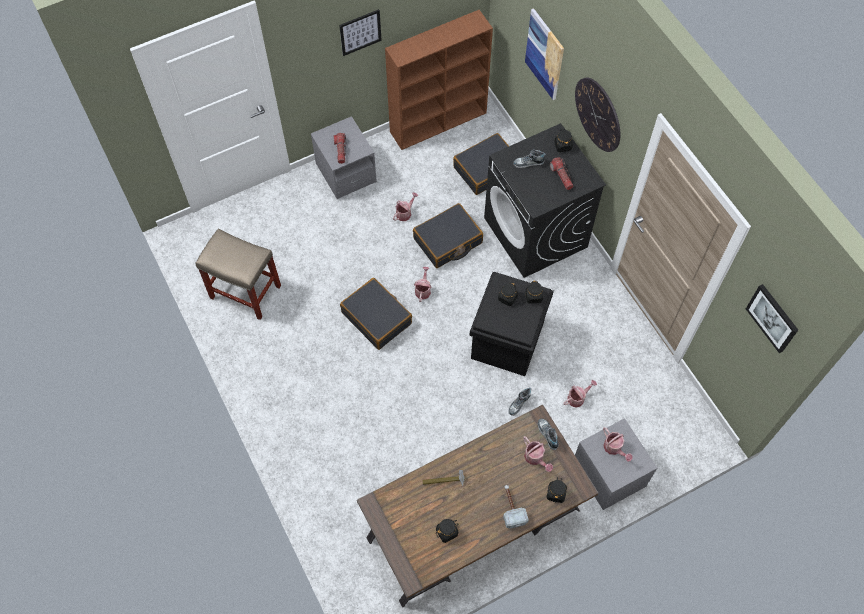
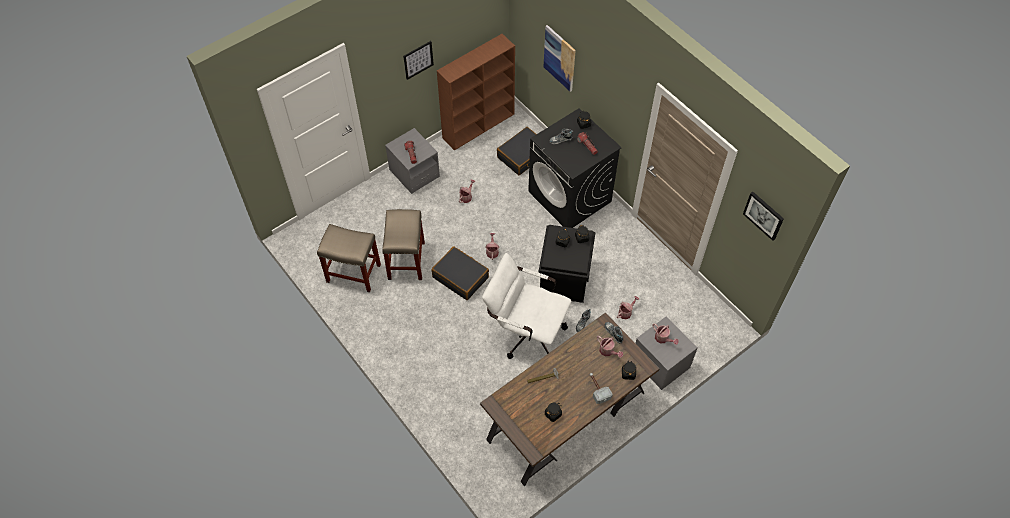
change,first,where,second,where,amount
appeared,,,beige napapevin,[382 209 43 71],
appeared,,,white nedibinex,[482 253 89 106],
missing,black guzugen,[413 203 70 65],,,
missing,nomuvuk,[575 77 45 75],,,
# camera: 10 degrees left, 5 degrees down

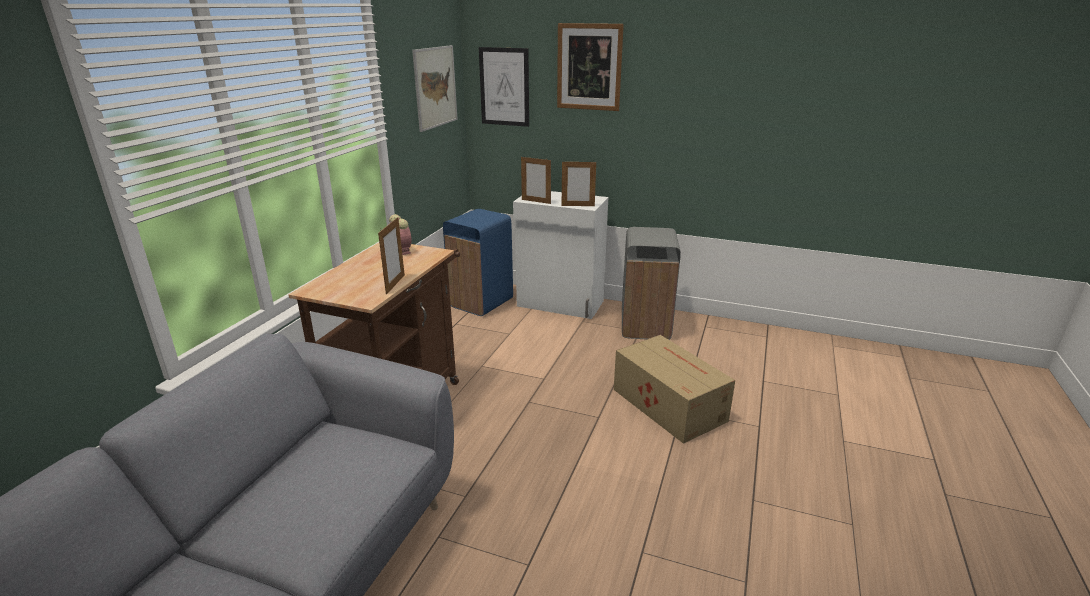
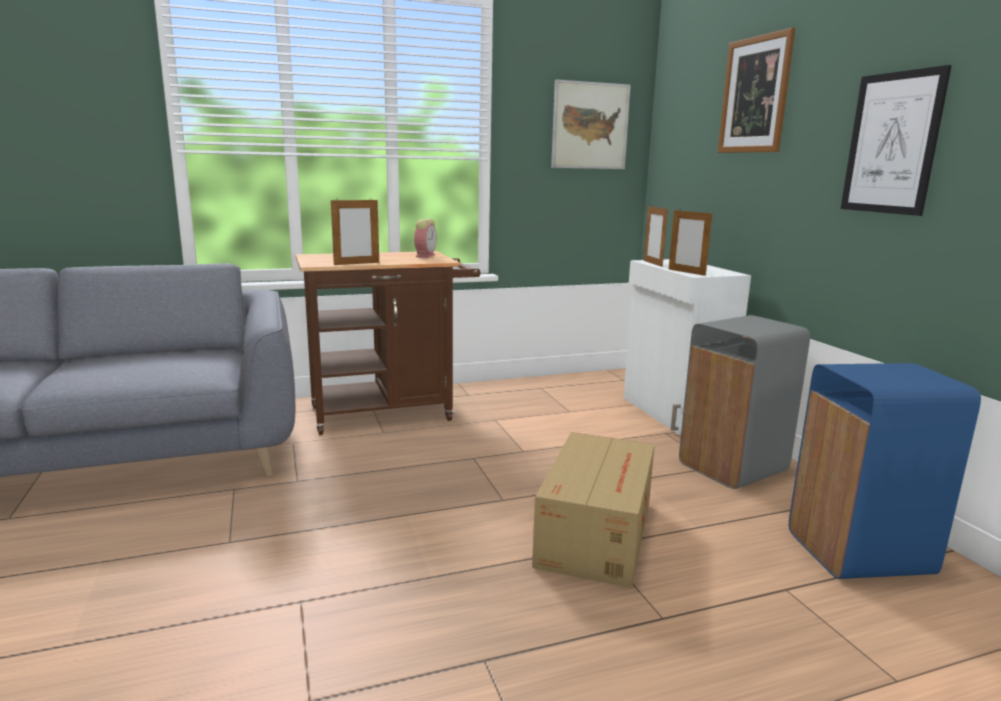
change,first,where,second,where,amount
relocated,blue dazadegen,[443 209 70 107],,[789 363 192 216],
relocated,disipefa,[479 47 50 80],,[841 65 111 151],
# camera: 50 degrees right, 10 degrees down

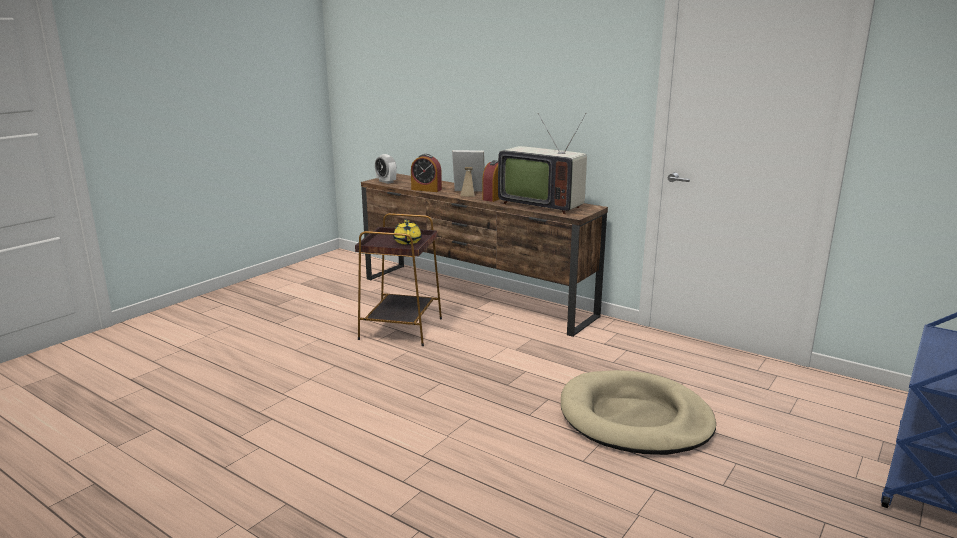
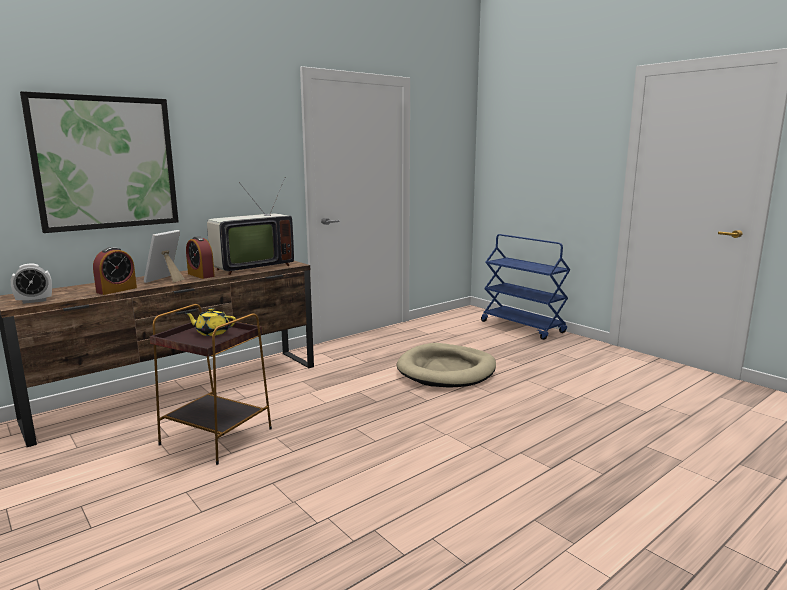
change,first,where,second,where,amount
appeared,,,disipefa,[20 91 159 142],
# camera: 75 degrees left, 5 degrees down

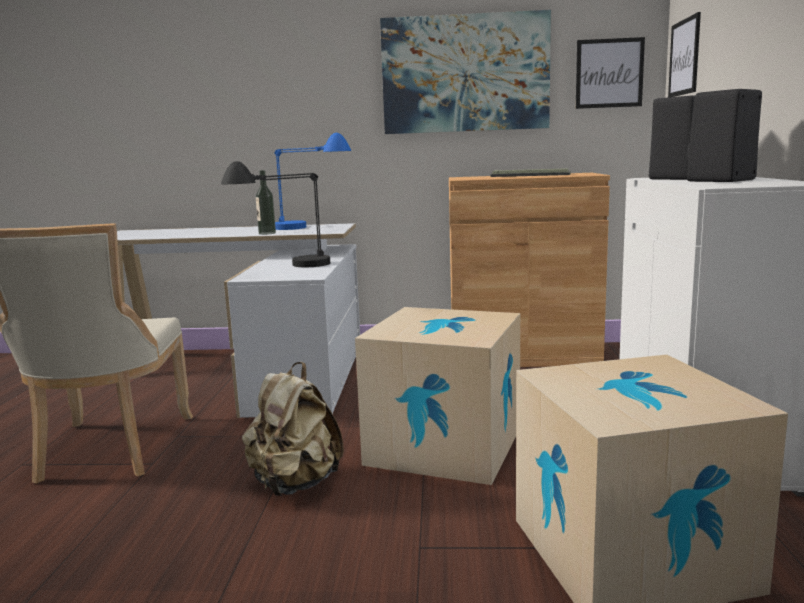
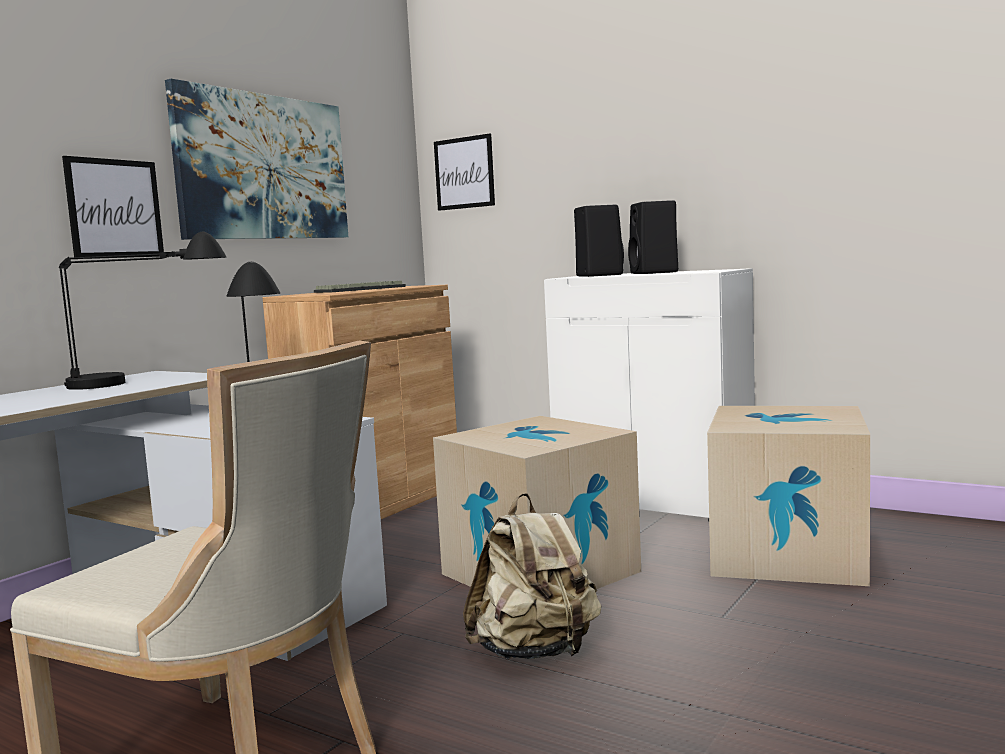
change,first,where,second,where,amount
colour,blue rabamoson,[274 133 77 97],black rabamoson,[59 232 167 158],
relocated,disipefa,[576 37 69 72],,[62 156 102 103],
missing,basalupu,[256 170 20 65],,,
# camera: 60 degrees left, 5 degrees down

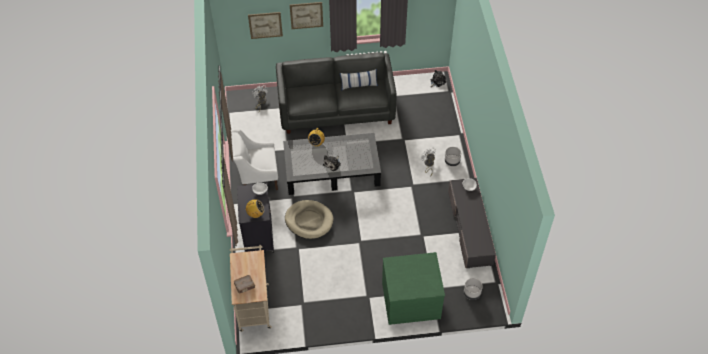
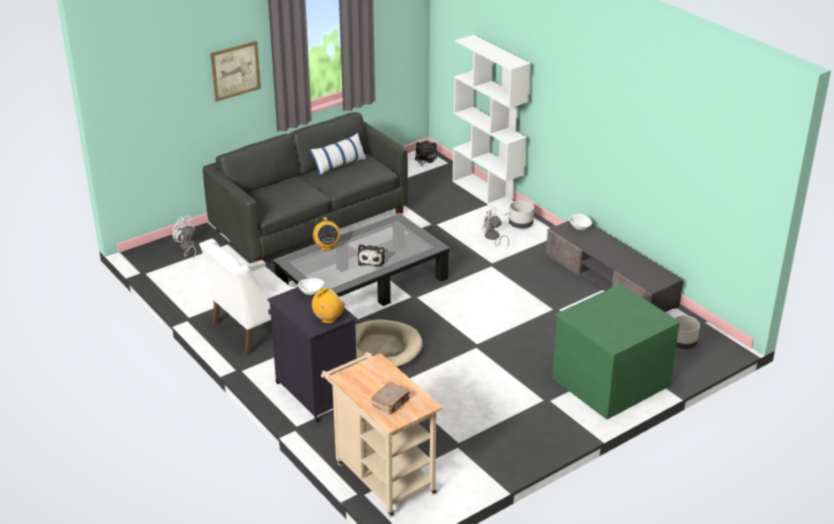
change,first,where,second,where,amount
appeared,,,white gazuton,[453 35 78 180],
missing,disipefa,[248 12 35 27],,,
# camera: 30 degrees left, 20 degrees down

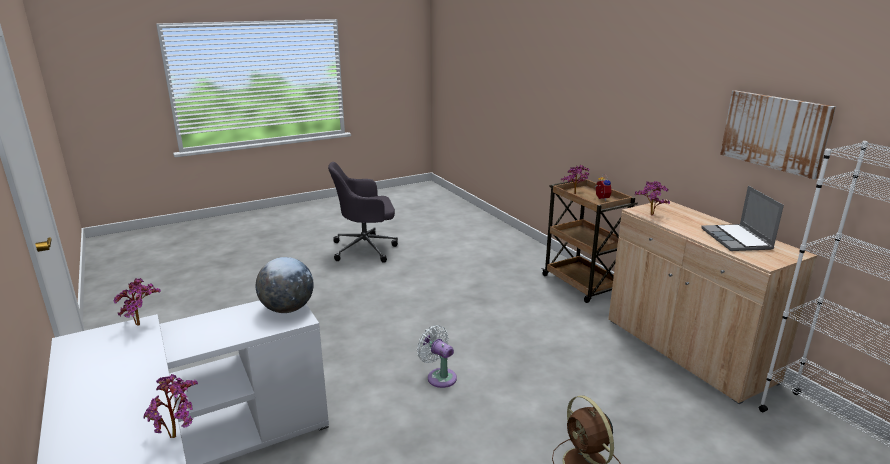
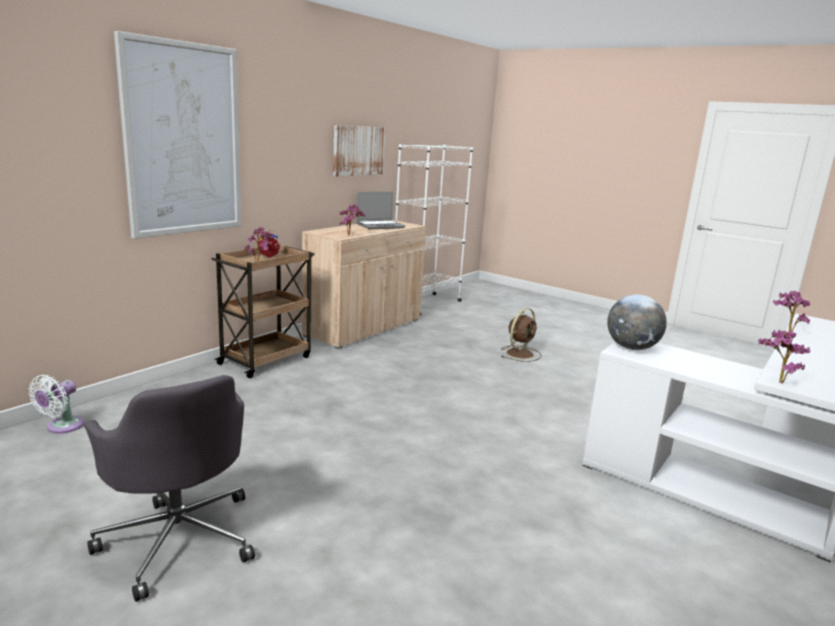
change,first,where,second,where,amount
relocated,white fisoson,[417 325 40 63],,[29 375 55 59],
appeared,,,disipefa,[114 31 127 208],
# camera: 115 degrees left, 5 degrees down

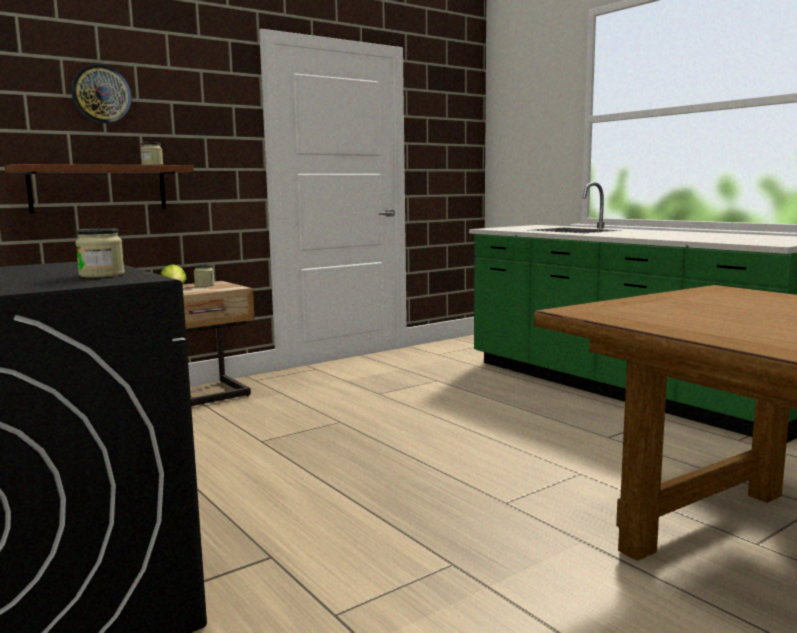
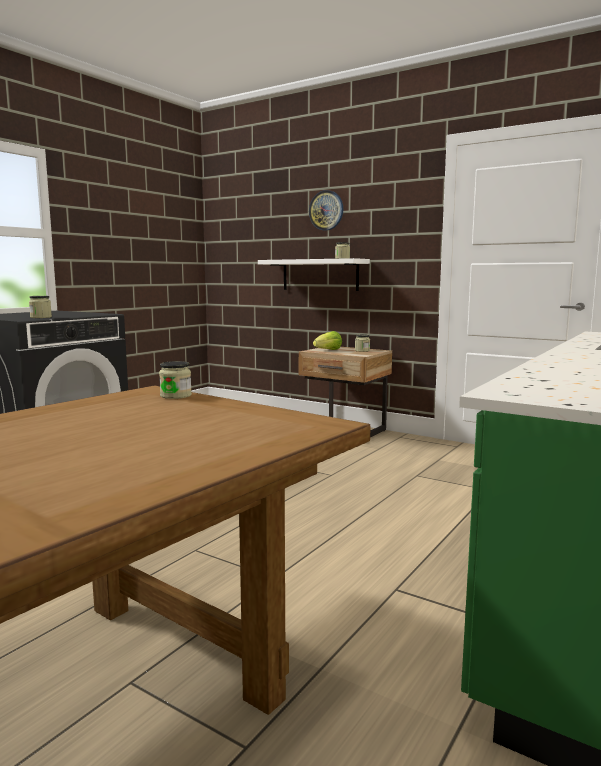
change,first,where,second,where,amount
appeared,,,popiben,[159 361 33 38],
colour,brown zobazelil,[4 164 190 49],white zobazelil,[258 258 112 33],
# camera: 70 degrees right, 0 degrees up

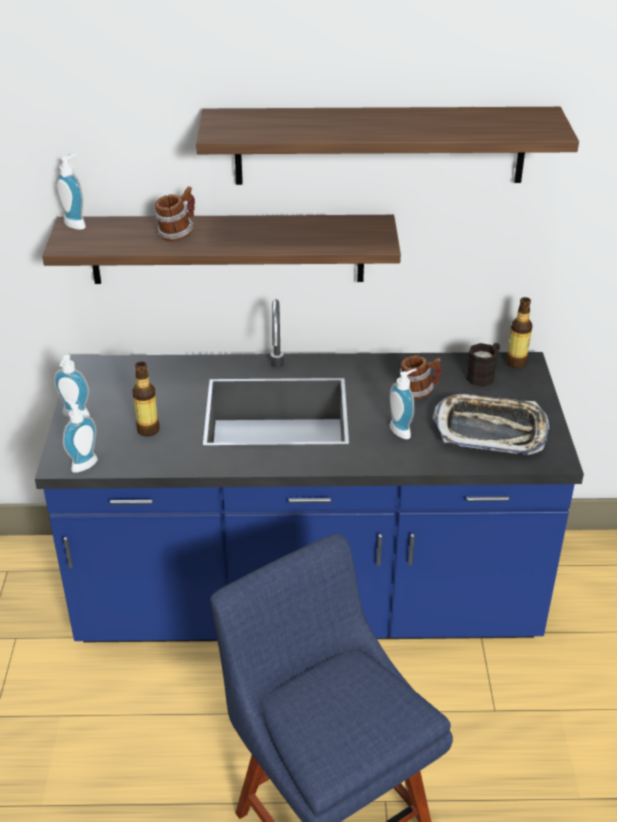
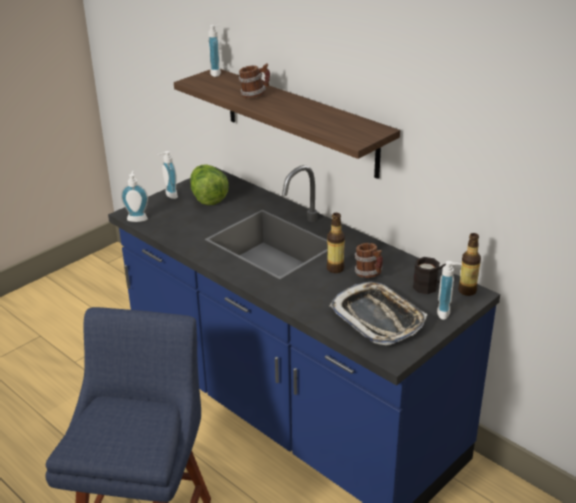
change,first,where,second,where,amount
appeared,,,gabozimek,[190 164 39 41],
relocated,basalupu,[132 361 28 76],,[327 213 18 60],
relocated,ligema,[390 369 27 70],,[437 261 25 59],
missing,zobazelil,[196 107 383 78],,,
# camera: 45 degrees right, 5 degrees down

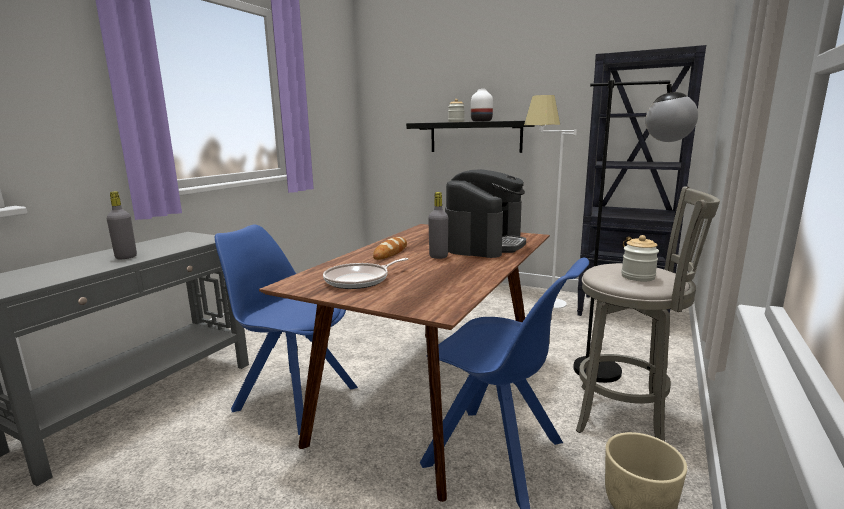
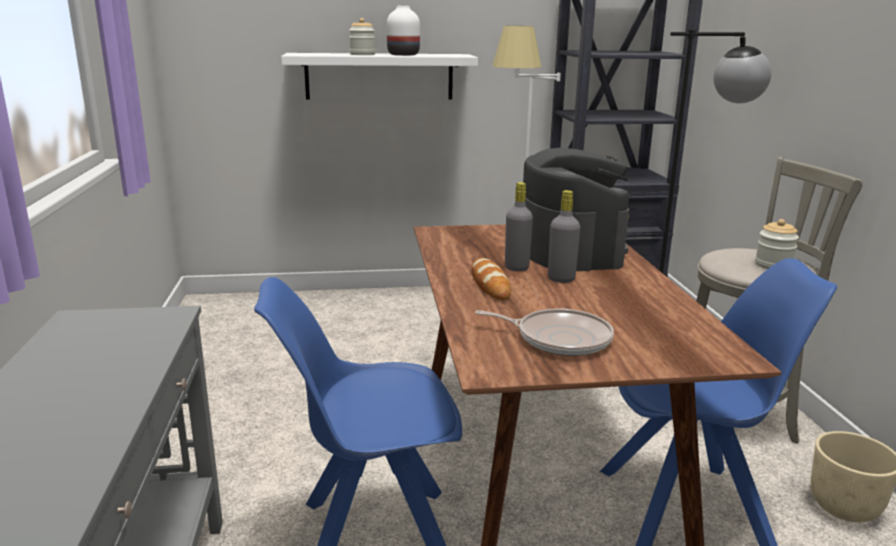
change,first,where,second,where,amount
colour,black zobazelil,[406 121 129 32],white zobazelil,[281 53 197 47],
spun,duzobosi,[323 258 85 31],,[475 308 139 48],90 degrees counterclockwise
relocated,grey basalupu,[107 191 30 68],,[505 182 28 90],
# camera: 35 degrees left, 5 degrees up

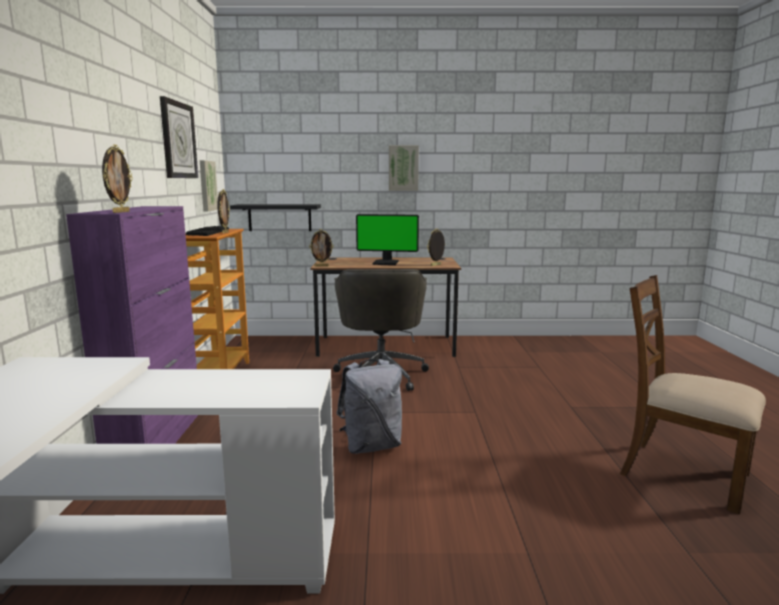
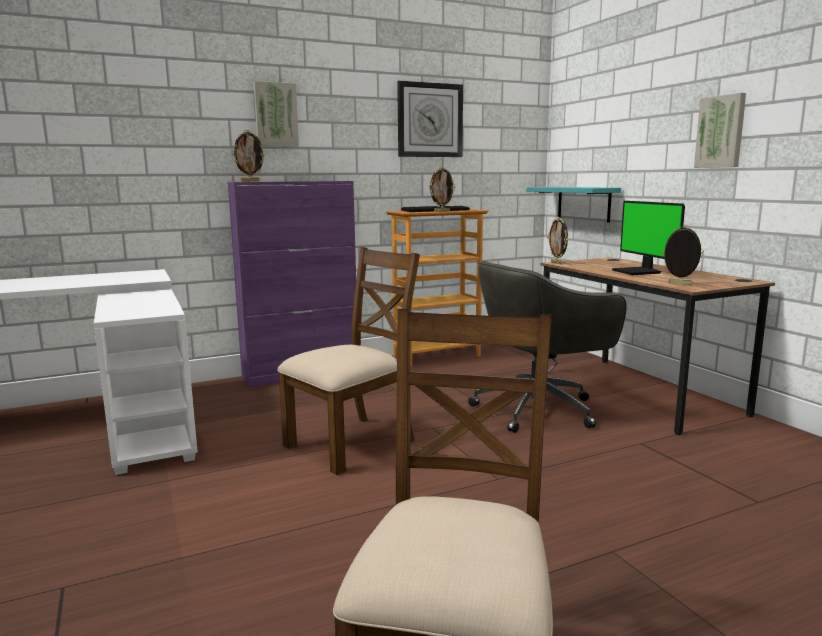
change,first,where,second,where,amount
relocated,disipefa,[200 160 18 51],,[253 81 46 66],
exchanged,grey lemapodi,[336 359 66 95],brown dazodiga,[277 247 143 228],
colour,black zobazelil,[230 204 91 27],turquoise zobazelil,[527 187 94 36],
# camera: 65 degrees right, 0 degrees up

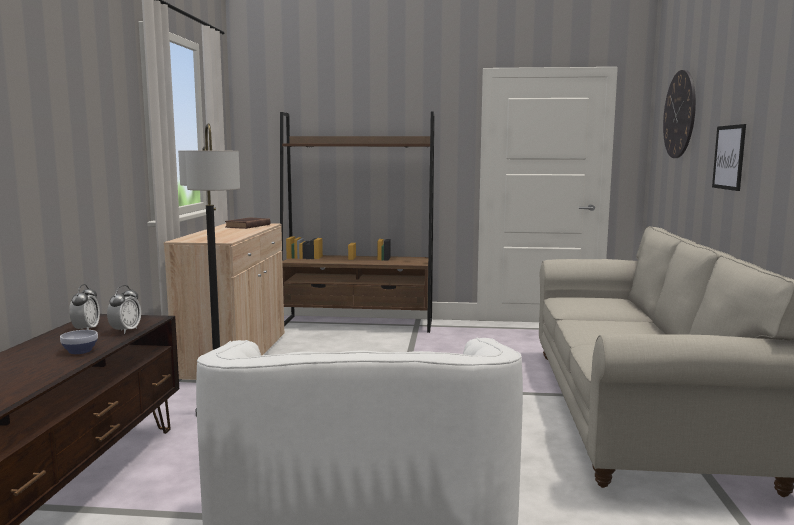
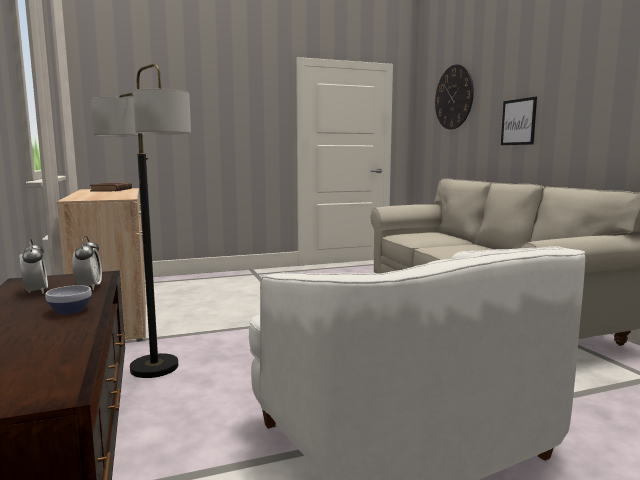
change,first,where,second,where,amount
missing,brown gazuton,[280 111 155 222],,,
# camera: 25 degrees left, 0 degrees up

